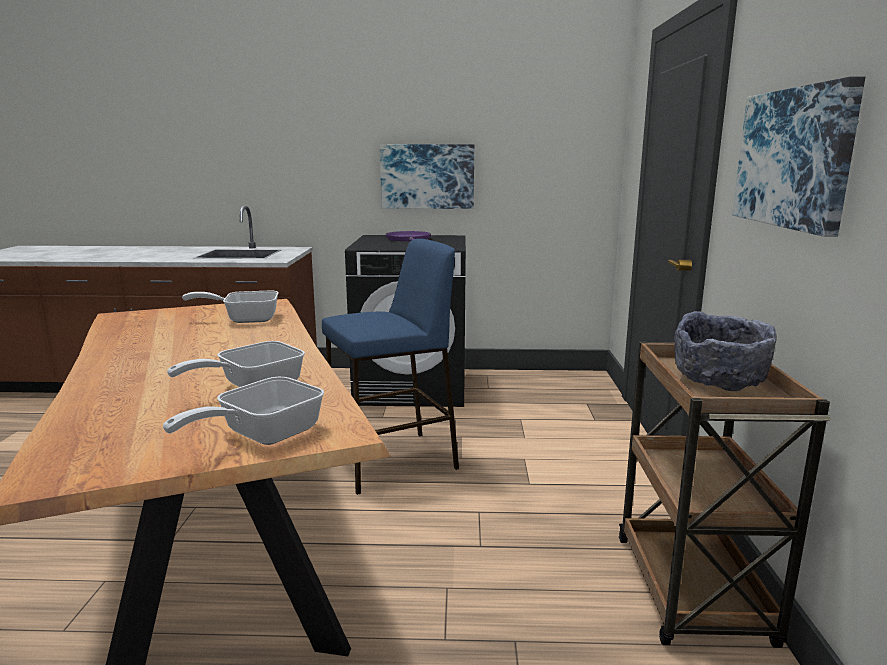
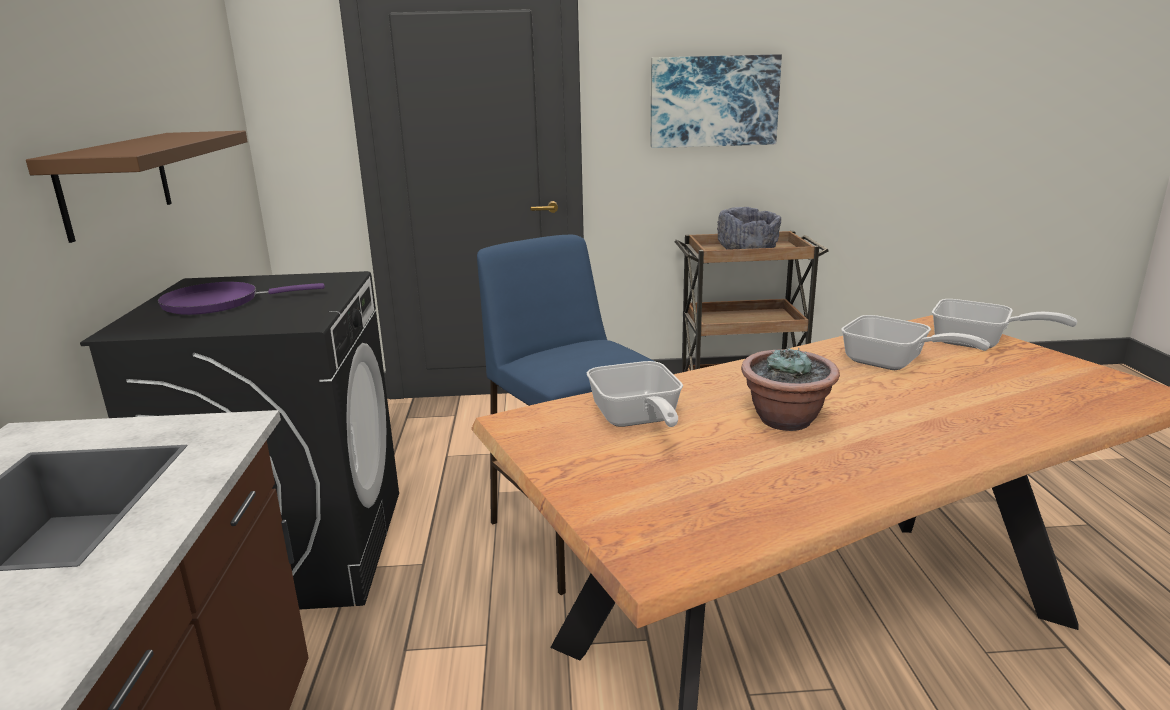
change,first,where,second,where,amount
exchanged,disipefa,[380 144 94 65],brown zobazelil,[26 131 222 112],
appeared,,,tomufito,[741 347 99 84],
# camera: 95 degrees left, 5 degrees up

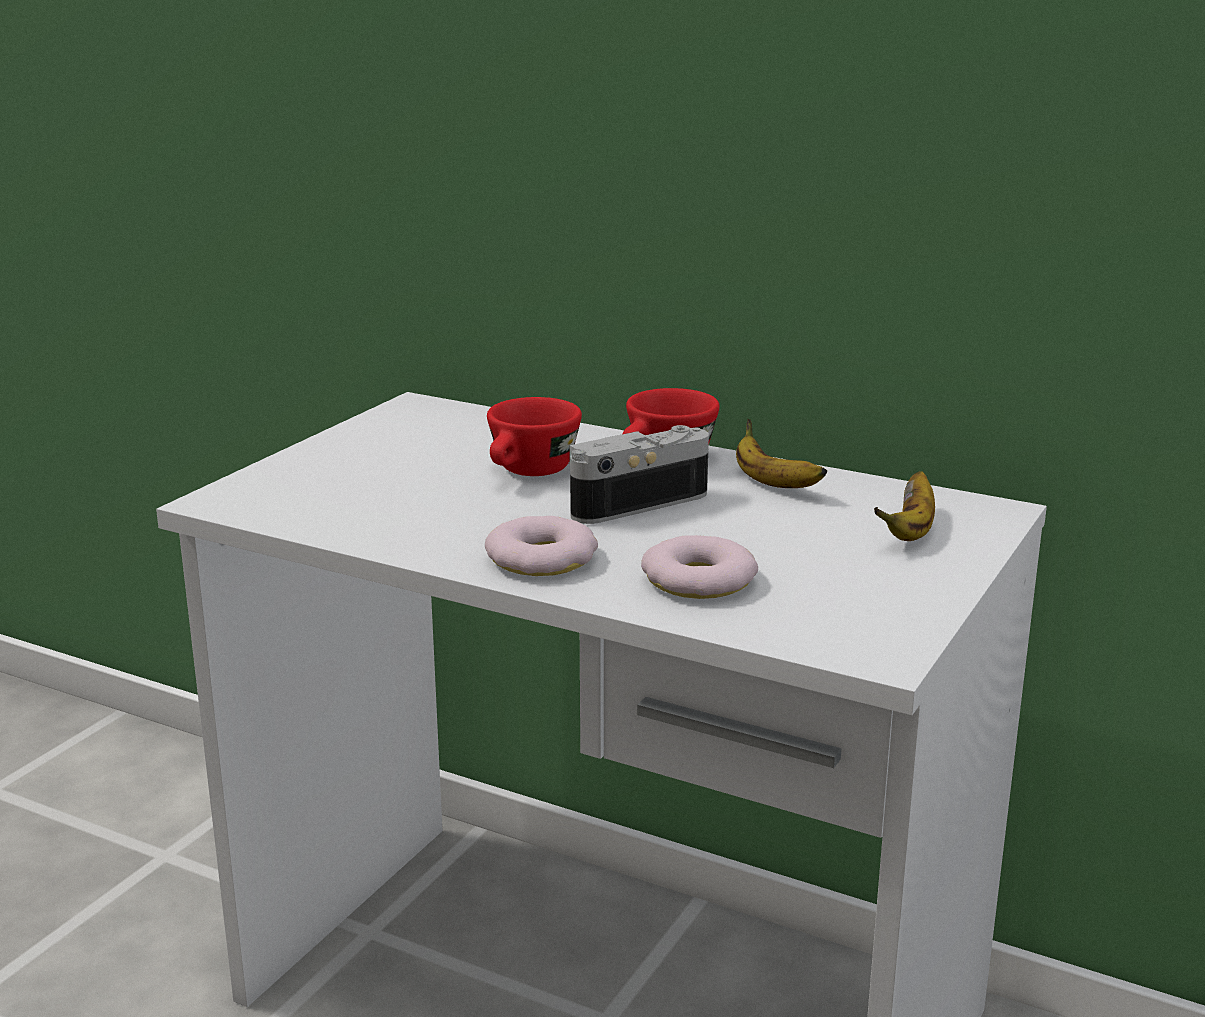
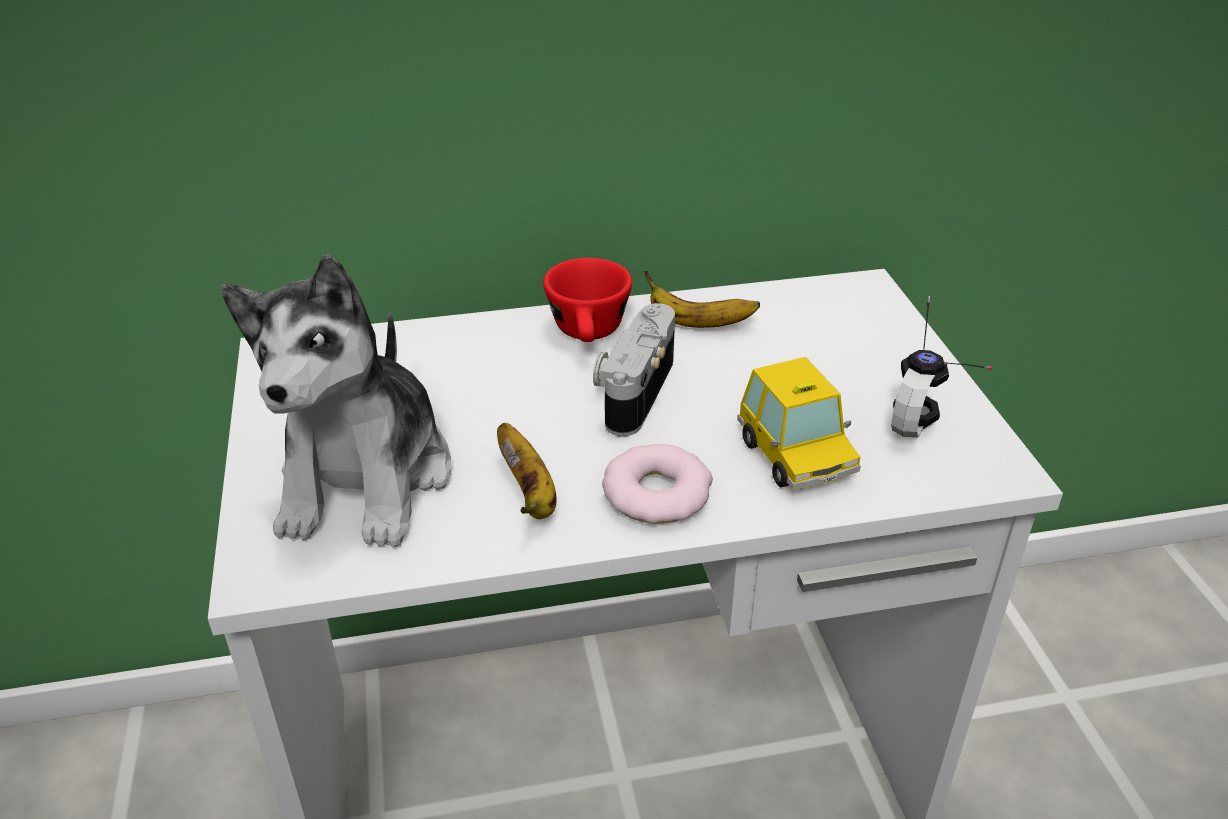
change,first,where,second,where,amount
appeared,,,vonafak,[221 254 230 294],
relocated,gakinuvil,[874 471 61 70],,[497 423 60 96],
exchanged,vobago,[641 535 117 64],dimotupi,[737 357 124 133],
appeared,,,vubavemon,[891 296 101 142],
missing,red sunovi,[487 397 95 79],,,
# camera: 40 degrees left, 15 degrees up

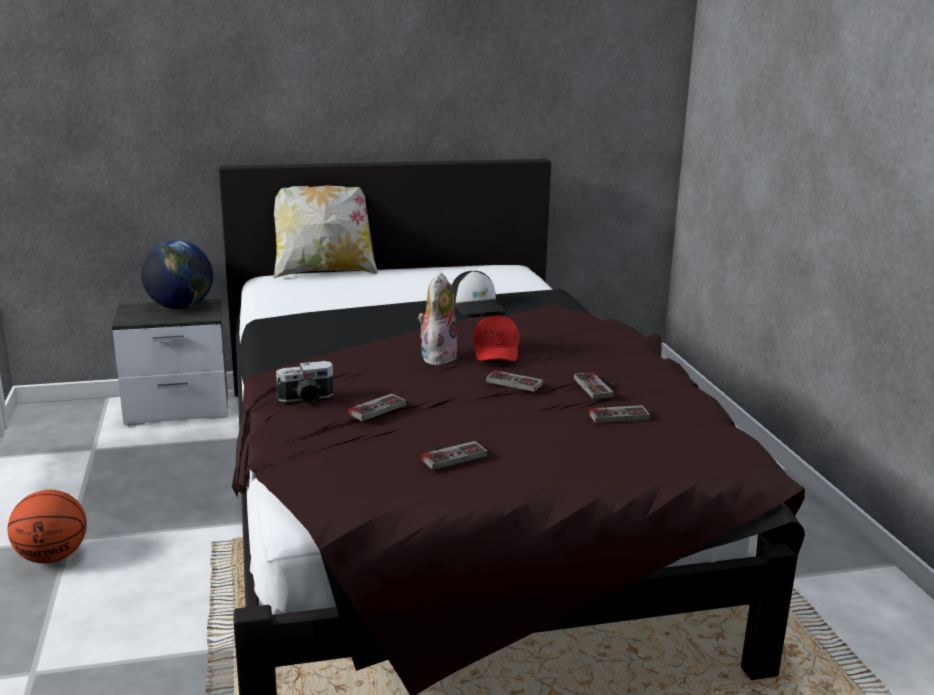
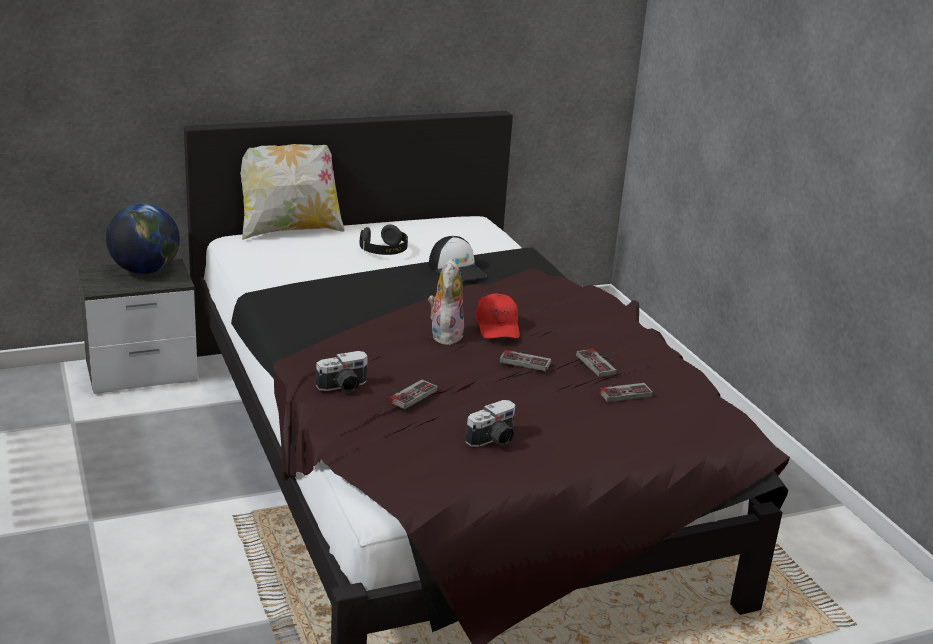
change,first,where,second,where,amount
appeared,,,black vubavemon,[360 224 48 31],
exchanged,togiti,[421 441 67 29],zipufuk,[465 400 51 47],
missing,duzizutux,[8 490 79 74],,,
# camera: 10 degrees left, 5 degrees up

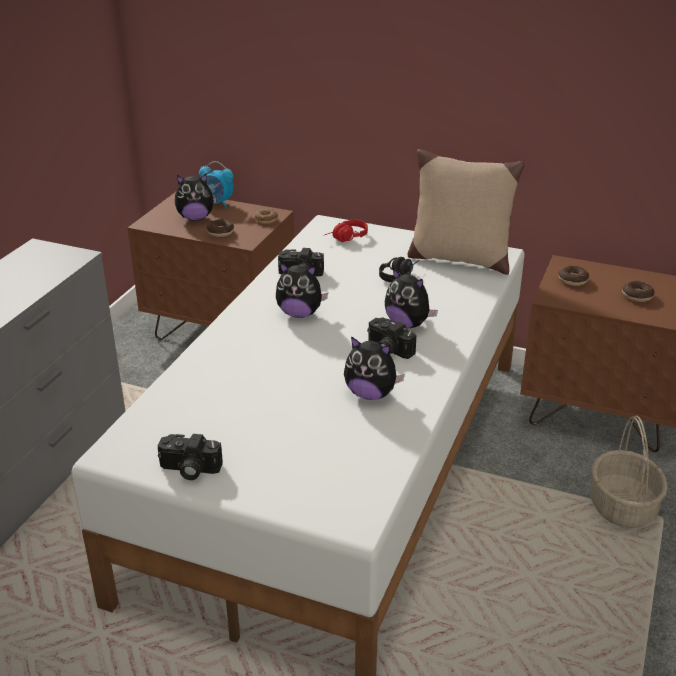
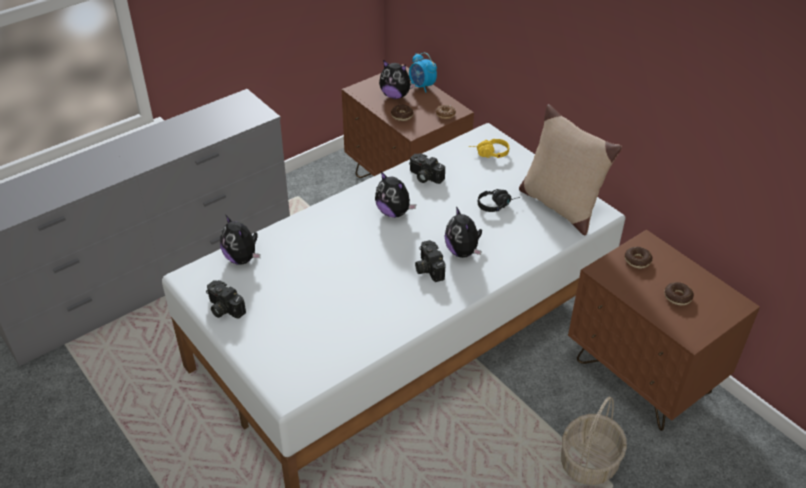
change,first,where,second,where,amount
relocated,vonafak,[344 336 61 64],,[220 214 40 51],
colour,red vubavemon,[325 220 43 22],yellow vubavemon,[468 139 41 19],
# camera: 30 degrees right, 10 degrees up

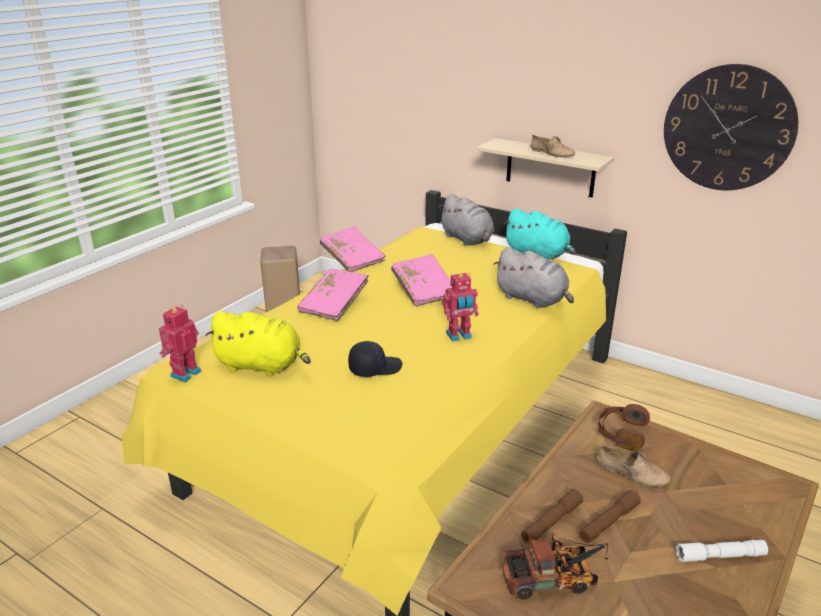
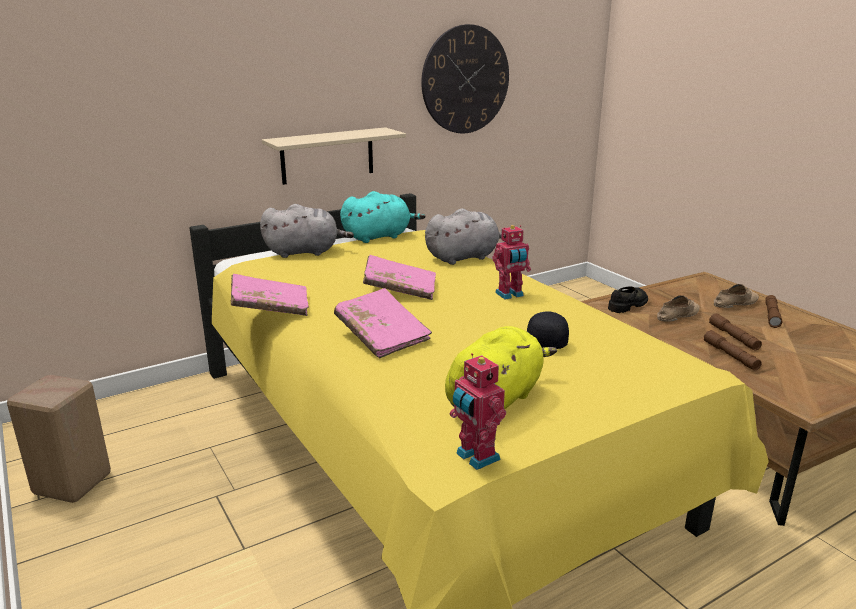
change,first,where,second,where,amount
spun,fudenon,[442 273 37 69],,[492 225 39 75],60 degrees clockwise
exchanged,brown vubavemon,[598 404 52 47],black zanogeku,[608 287 40 26],
relocated,beige zanogeku,[530 134 45 23],,[714 284 45 24],
colour,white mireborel,[676 540 92 22],brown mireborel,[765 295 18 33],
missing,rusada,[502 534 107 66],,,
# camera: 65 degrees left, 5 degrees down

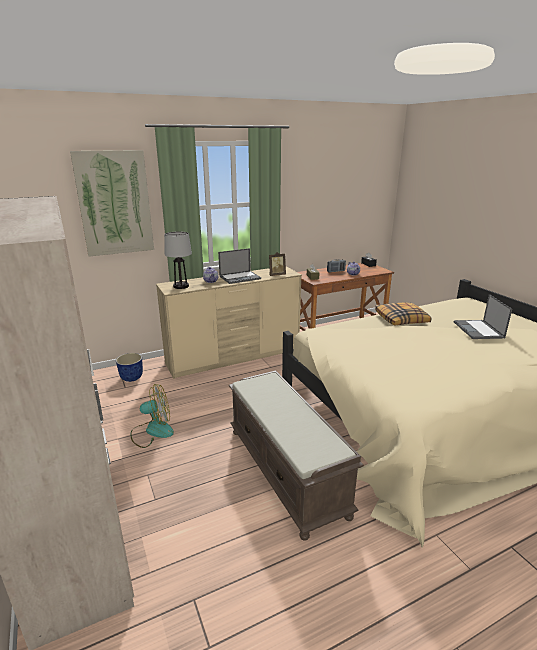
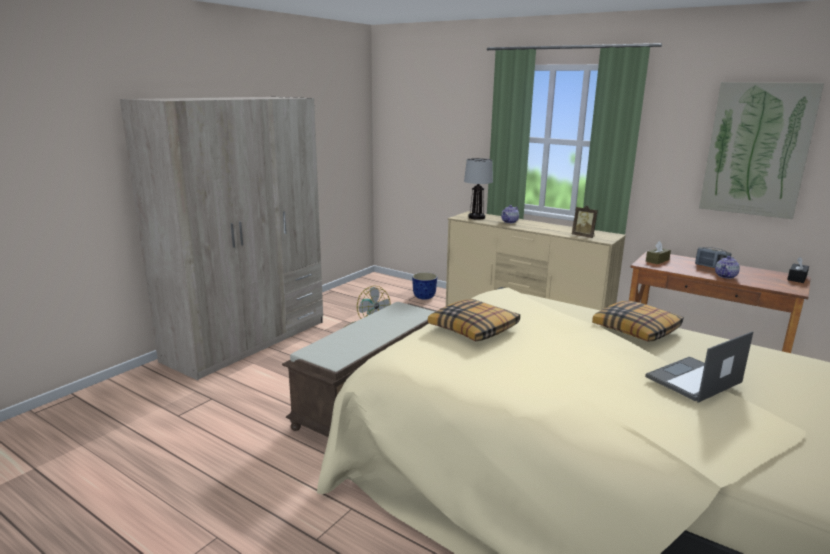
change,first,where,second,where,amount
appeared,,,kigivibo,[428 299 92 42],
relocated,disipefa,[70 150 84 107],,[699 82 125 137],
missing,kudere,[218 248 43 36],,,
# camera: 60 degrees right, 5 degrees down

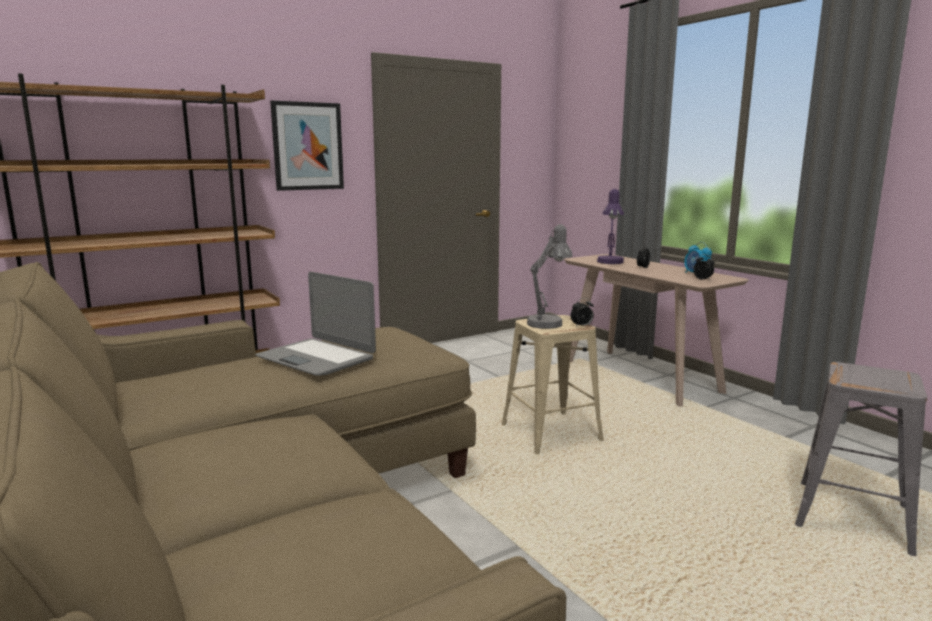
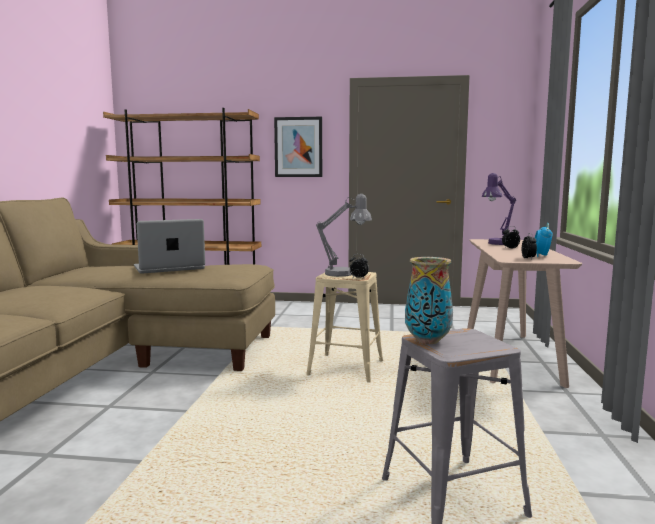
change,first,where,second,where,amount
spun,kudere,[255 272 121 104],,[134 219 71 55],75 degrees clockwise
appeared,,,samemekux,[405 257 48 87],
# camera: 40 degrees right, 5 degrees down

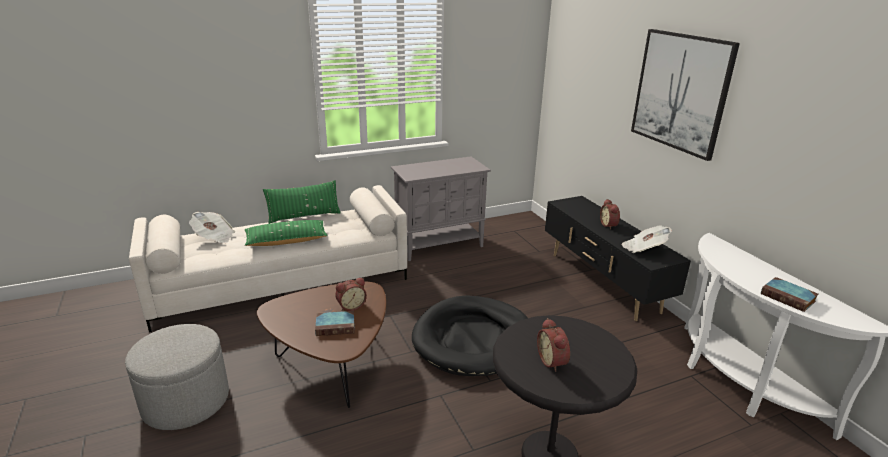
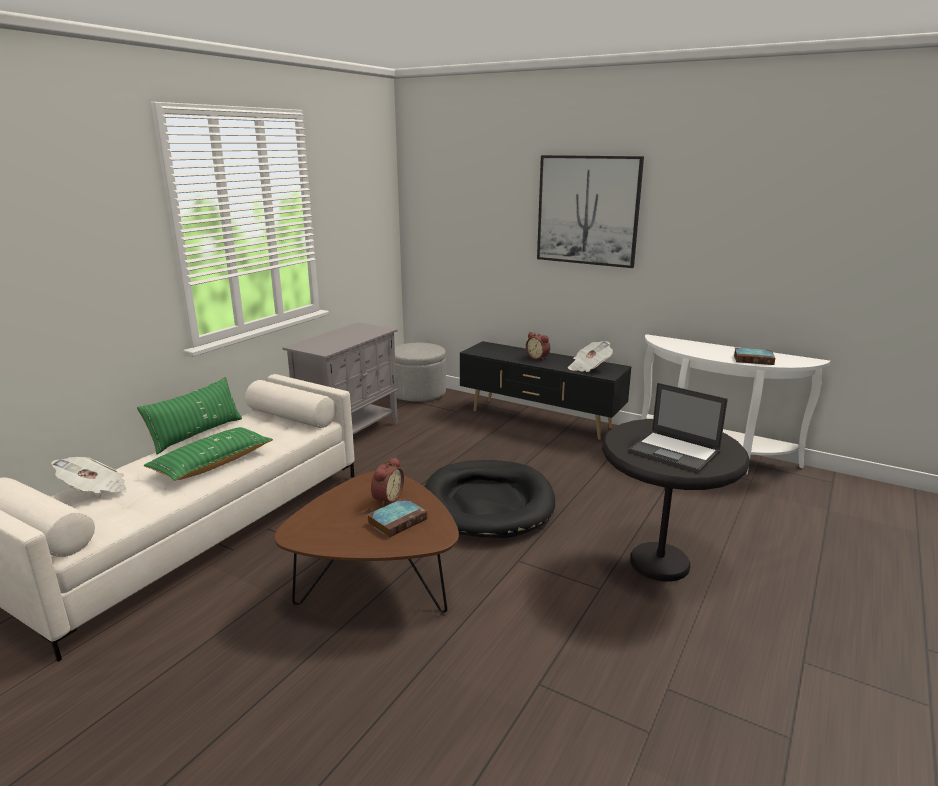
change,first,where,second,where,amount
relocated,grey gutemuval,[125 324 104 106],,[395 343 51 59],
exchanged,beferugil,[537 318 33 54],kudere,[629 383 99 90],
# camera: 35 degrees left, 5 degrees down

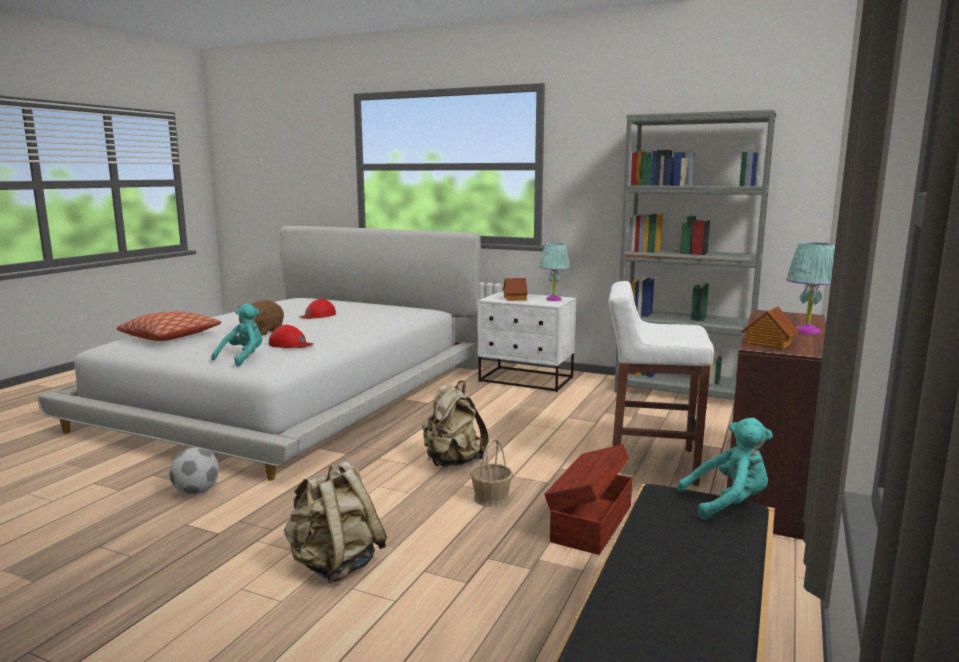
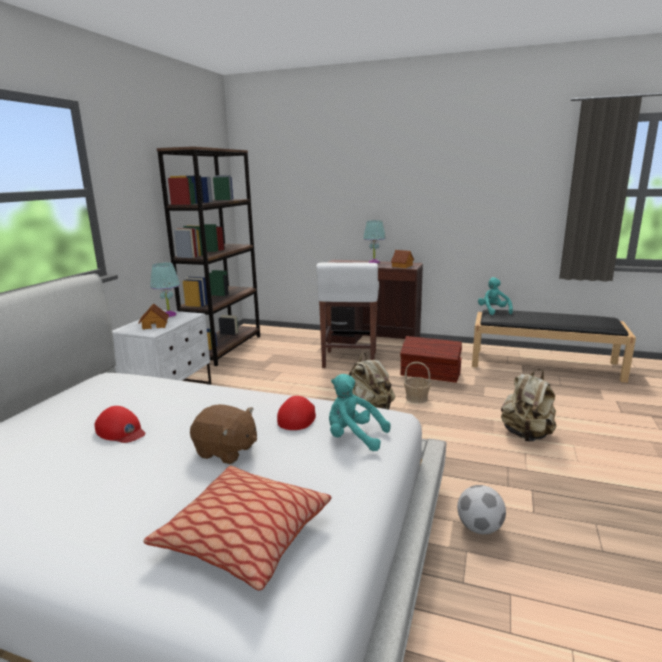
change,first,where,second,where,amount
colour,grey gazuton,[614 109 162 291],brown gazuton,[157 146 103 220],
# camera: 95 degrees left, 5 degrees up

